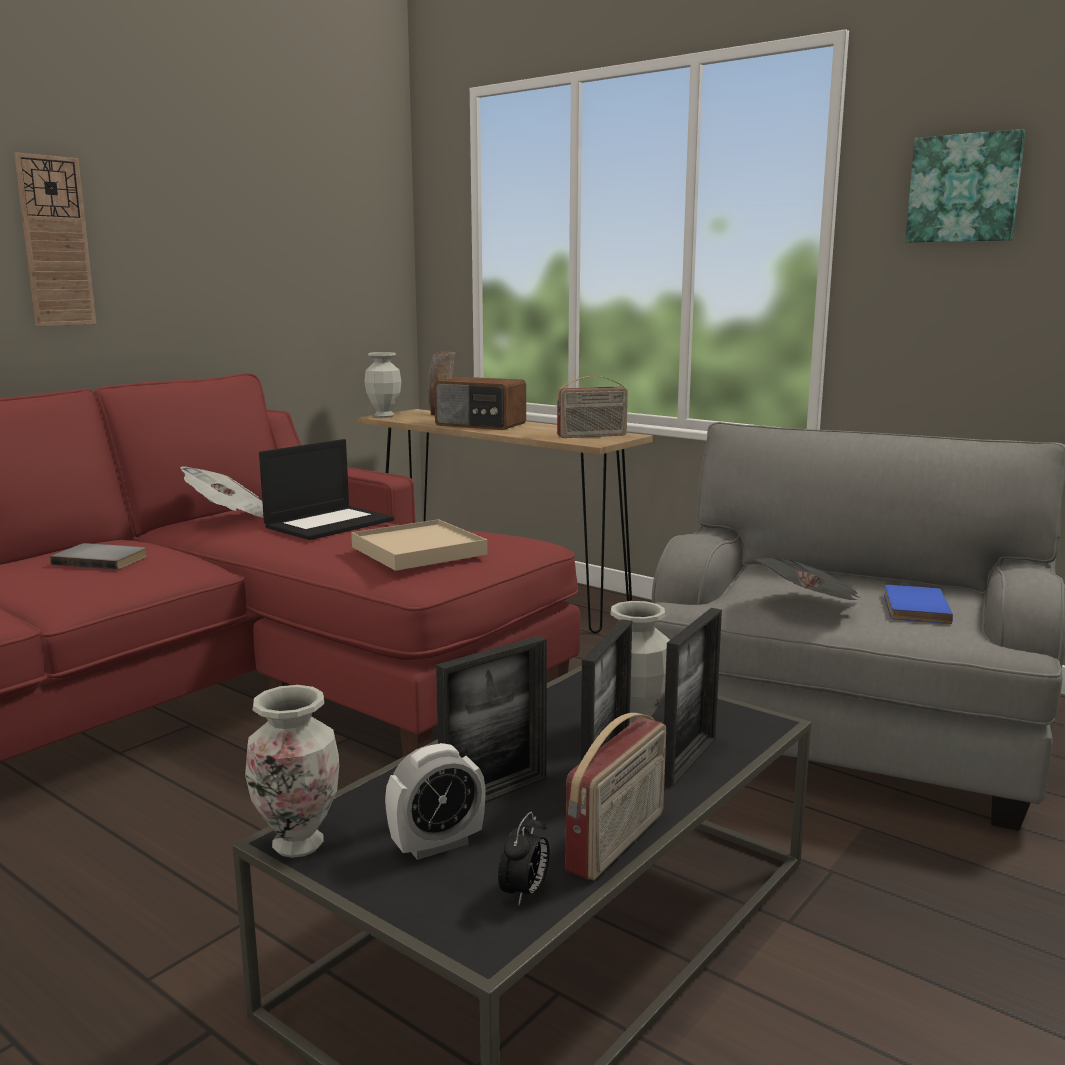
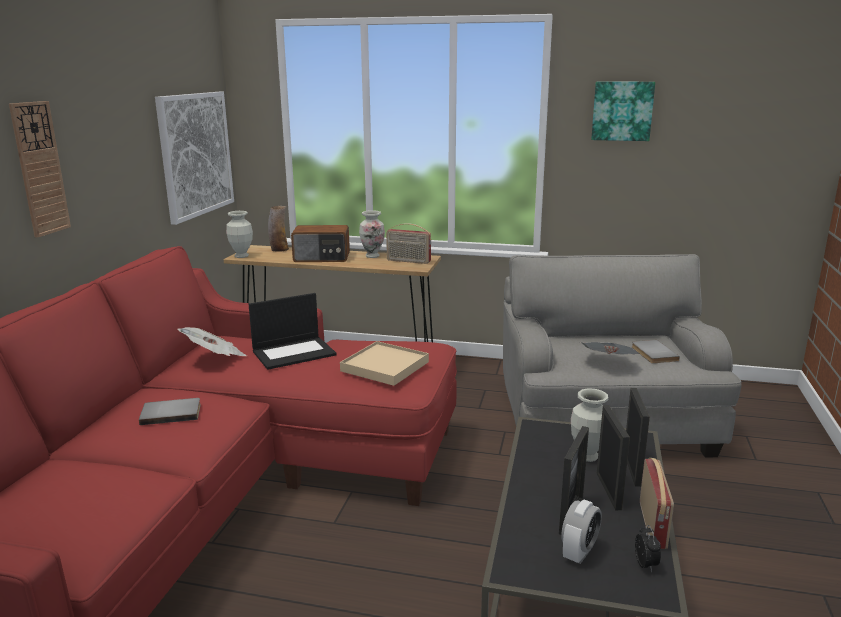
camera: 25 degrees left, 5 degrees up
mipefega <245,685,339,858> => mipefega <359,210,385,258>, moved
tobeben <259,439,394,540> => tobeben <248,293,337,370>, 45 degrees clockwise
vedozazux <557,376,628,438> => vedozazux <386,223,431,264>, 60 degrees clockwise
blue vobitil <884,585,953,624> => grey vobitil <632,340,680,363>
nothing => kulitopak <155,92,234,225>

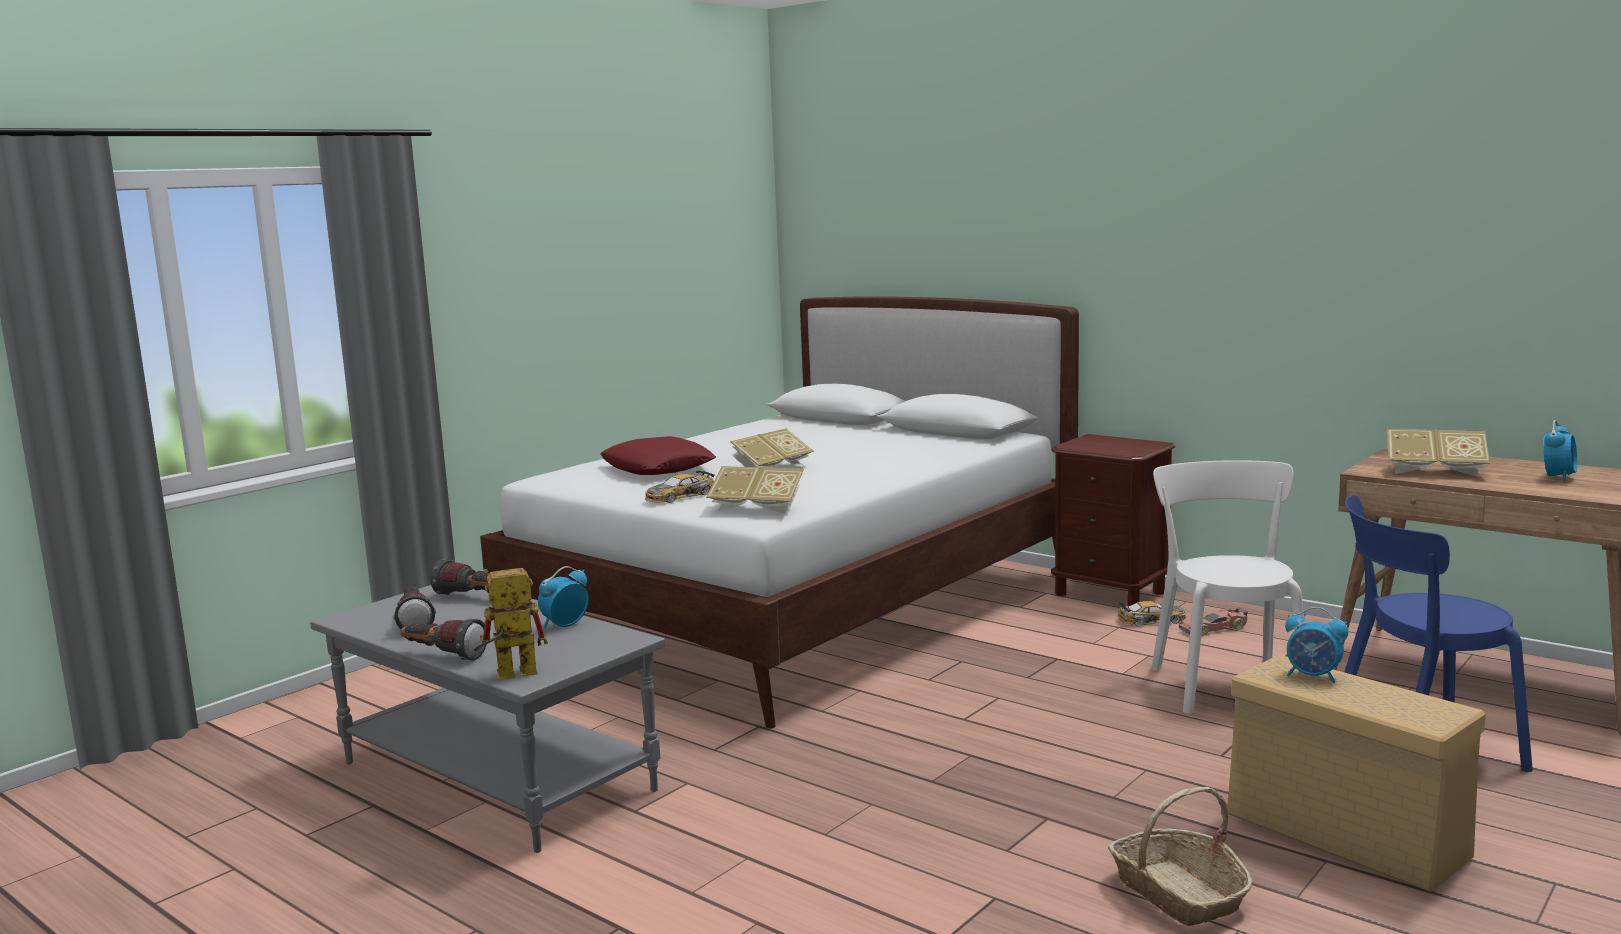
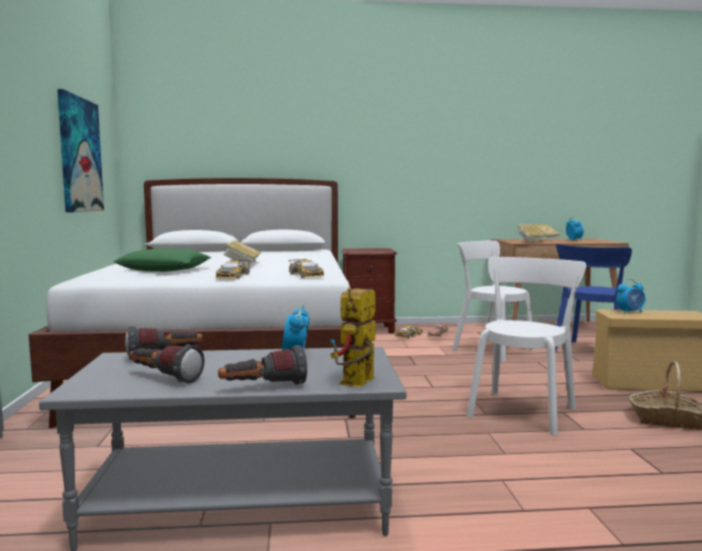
camera: 45 degrees left, 5 degrees down
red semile <600,436,716,475> => green semile <113,248,211,272>
vobitil <706,466,804,514> => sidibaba <289,259,324,278>
nothing => kulitopak <57,89,104,213>
nothing => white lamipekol <467,257,586,435>

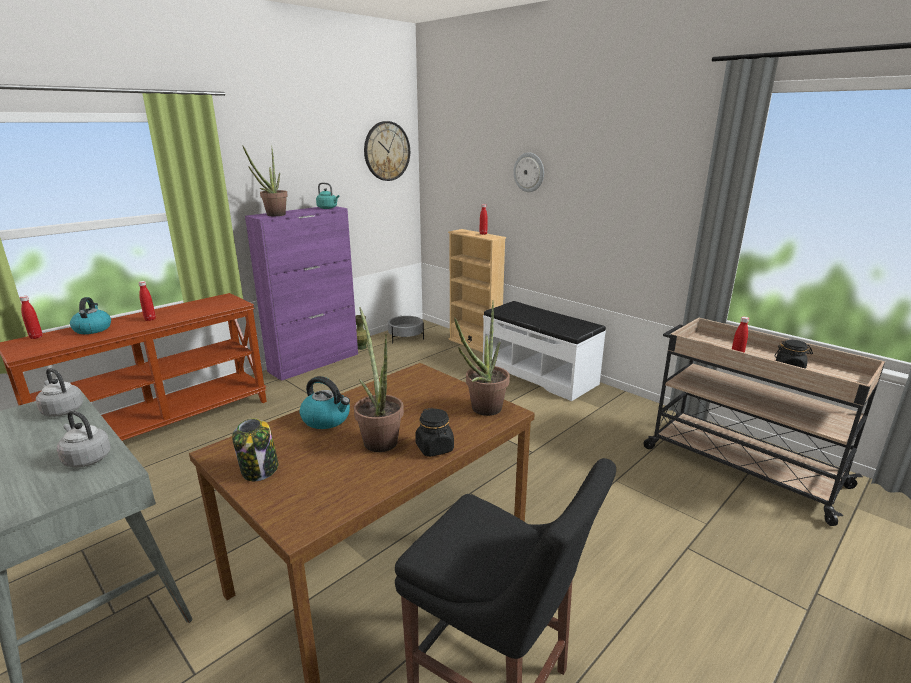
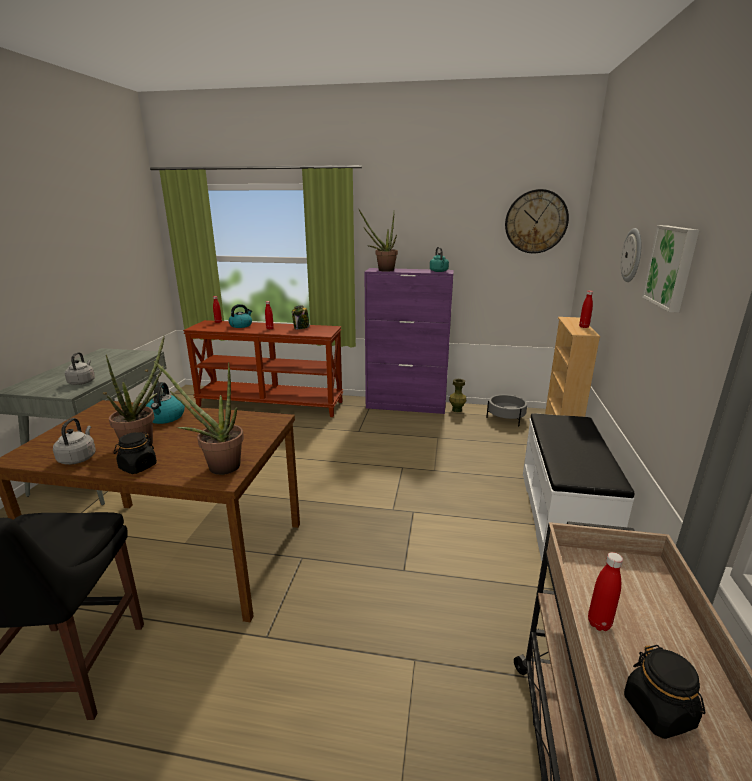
camera: 55 degrees right, 0 degrees up
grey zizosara <36,368,83,417> => grey zizosara <53,418,96,465>, moved
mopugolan <232,418,278,481> => mopugolan <292,305,310,329>, moved
nothing => kulitopak <642,225,699,313>

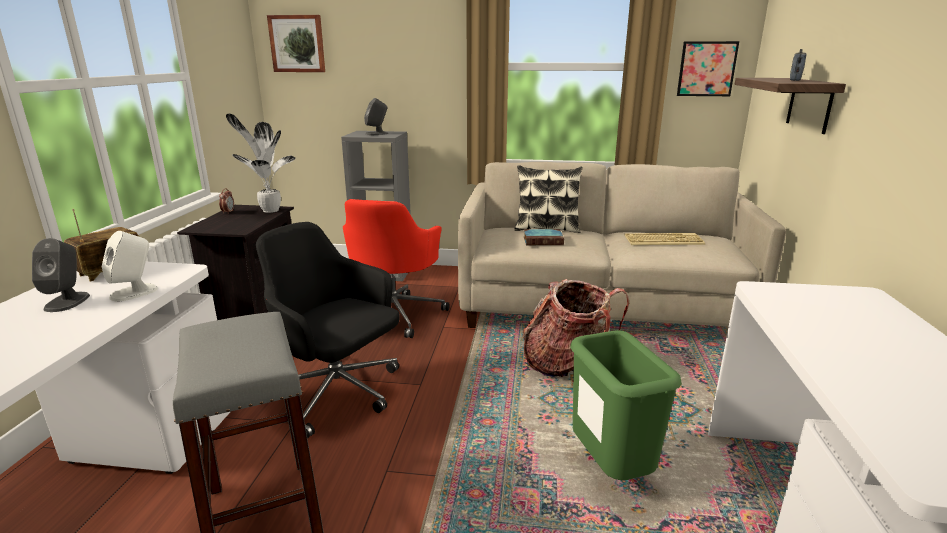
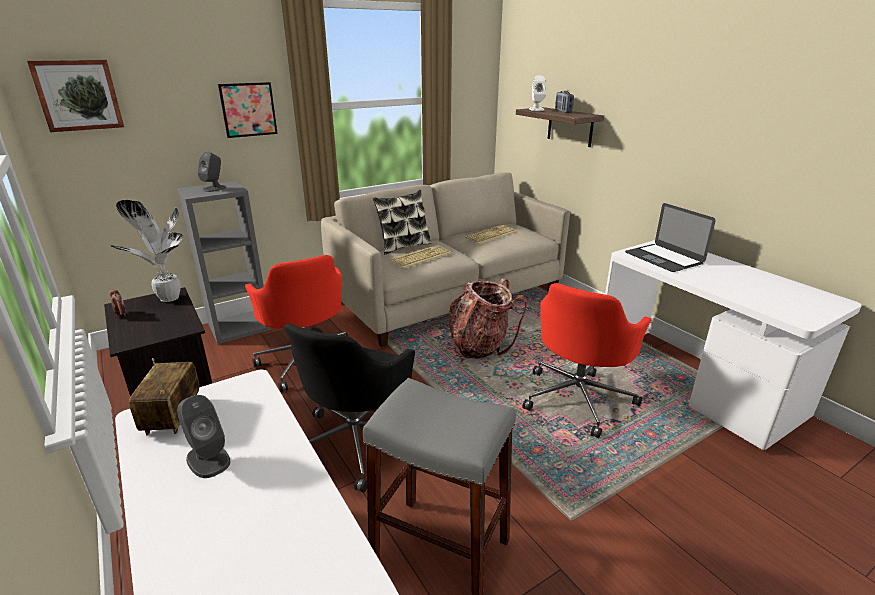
camera: 40 degrees left, 5 degrees up
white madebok <102,231,158,302> => white madebok <529,75,546,111>, moved
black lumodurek <256,222,400,439> => black lumodurek <284,323,415,492>, 60 degrees counterclockwise
vobitil <524,229,564,245> => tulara <391,245,451,268>
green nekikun <570,330,682,480> => red lumodurek <522,283,652,438>
kulitopak <677,41,739,96> => kulitopak <218,82,278,138>, moved
nothing => tobeben <625,203,716,272>

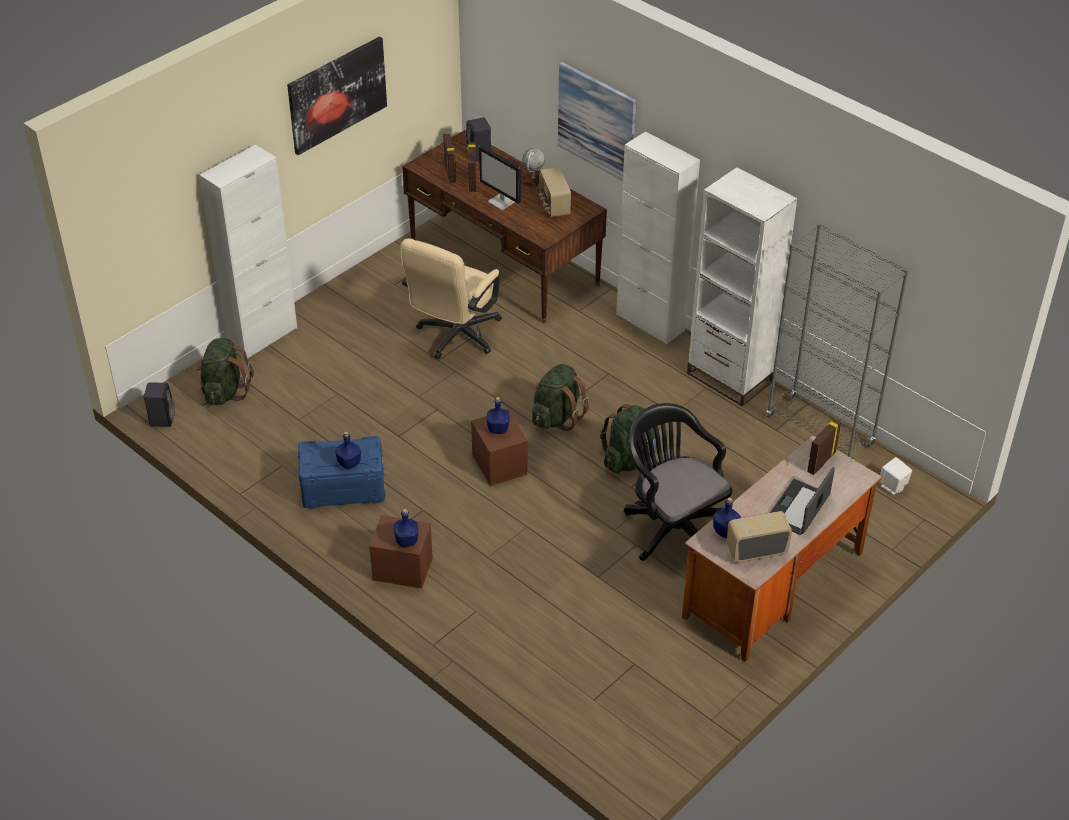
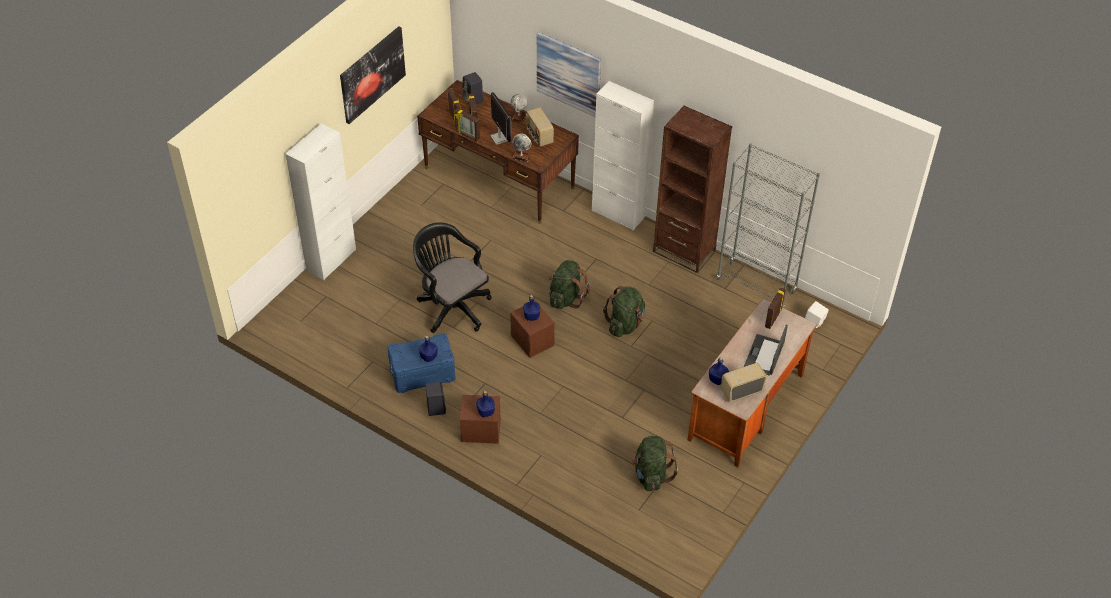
camera: 10 degrees left, 5 degrees up
black madebok <144,383,175,427> => black madebok <425,382,446,416>, moved
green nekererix <196,338,254,405> => green nekererix <631,436,678,491>, moved
beige lumodurek <400,238,502,359> => nothing
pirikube <479,145,521,210> => pirikube <491,92,511,145>, 150 degrees counterclockwise
black lumodurek <624,403,732,561> => black lumodurek <413,222,492,333>, moved
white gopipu <687,167,798,406> => brown gopipu <653,106,732,273>
nothing => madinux <454,108,480,142>
nothing => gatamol <512,134,531,162>

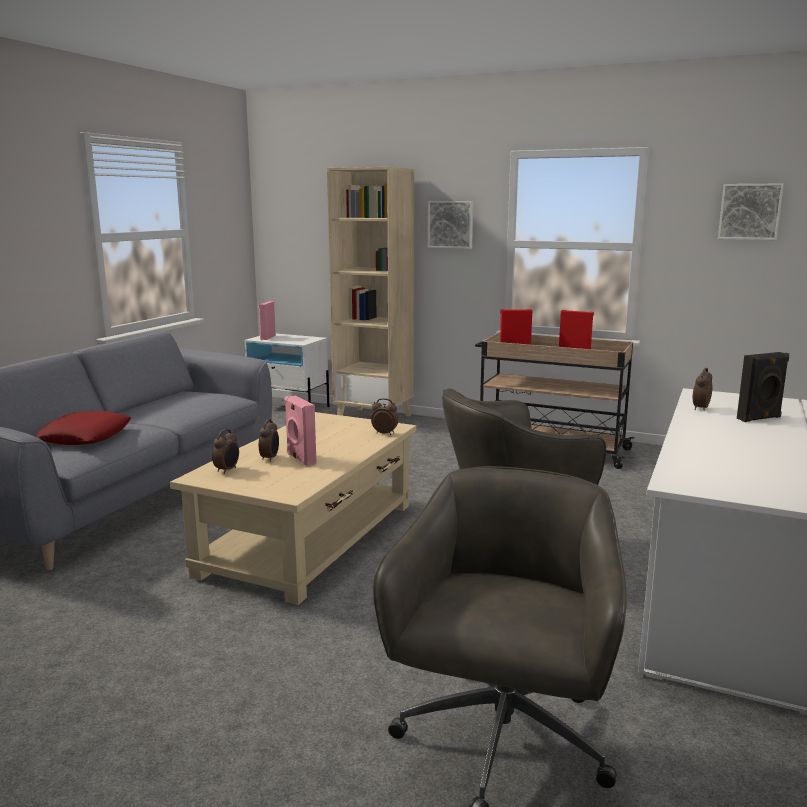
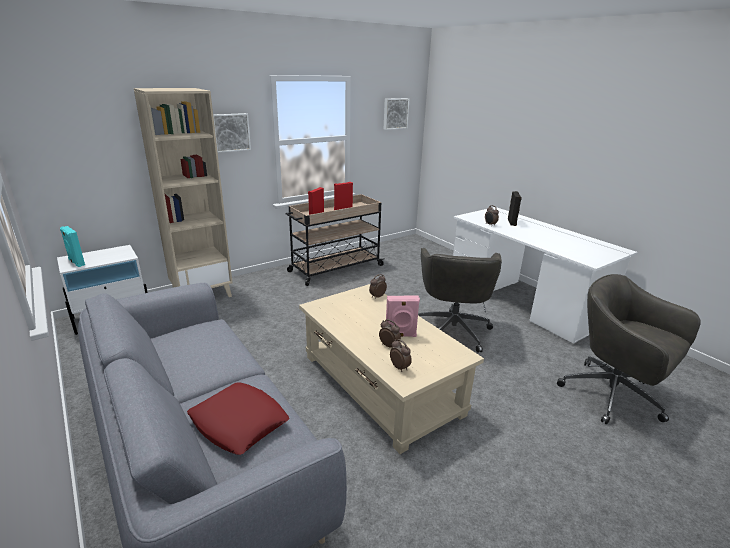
camera: 60 degrees left, 10 degrees up
pink madebok <258,301,276,340> => turquoise madebok <60,226,85,267>

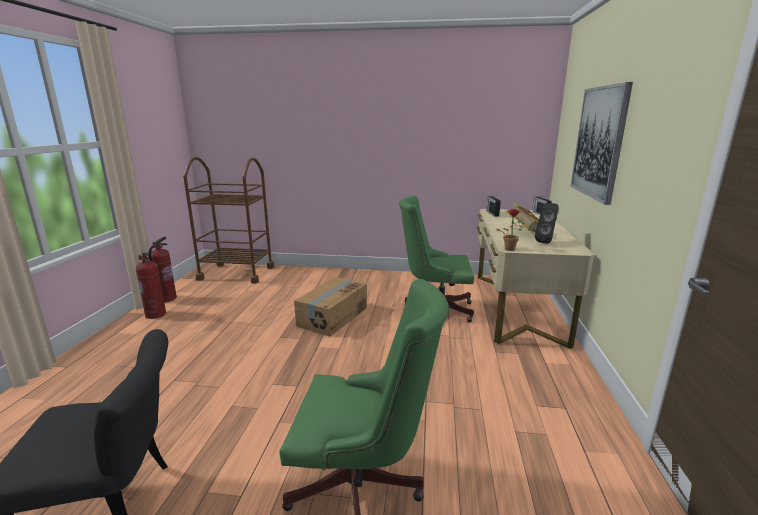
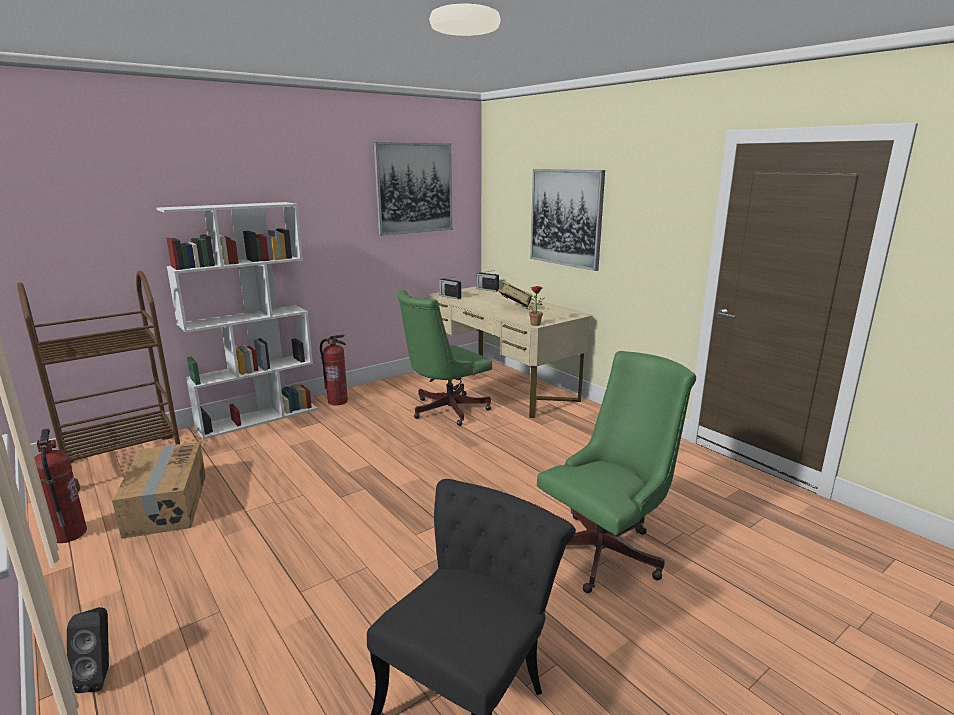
camera: 45 degrees left, 0 degrees up
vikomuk <136,252,166,319> => vikomuk <320,335,348,405>, moved
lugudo <294,277,367,337> => lugudo <112,442,206,539>, moved
black madebok <535,203,559,244> => black madebok <67,607,109,693>, moved
nothing => white gopipu <156,202,318,440>
nothing => kulitopak <374,142,452,236>

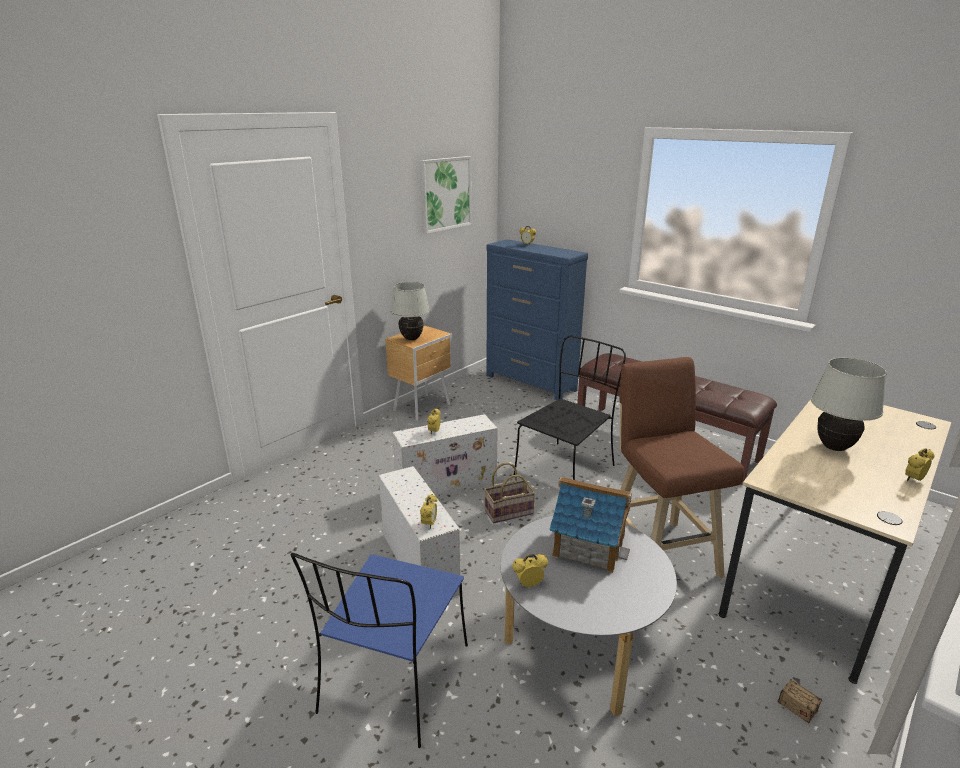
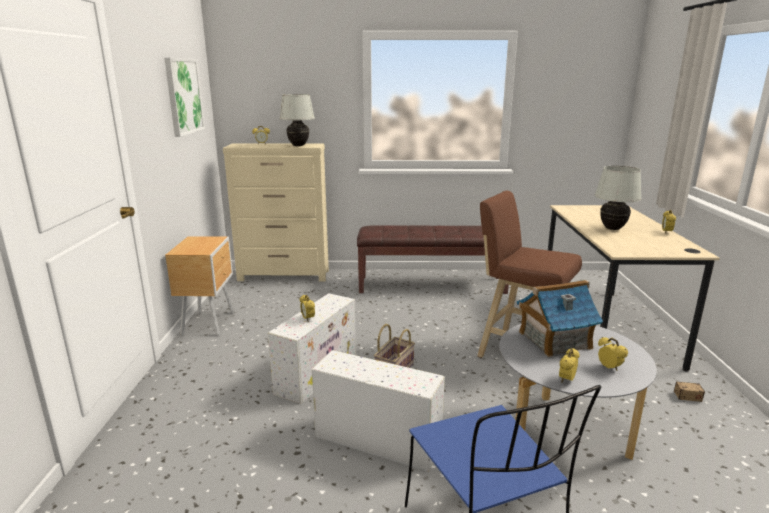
camera: 40 degrees left, 5 degrees down
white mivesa <391,282,430,340> => white mivesa <280,94,315,146>, moved
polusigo <420,494,437,529> => polusigo <598,337,628,371>, moved
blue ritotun <486,239,588,400> => beige ritotun <223,143,329,282>
black lamipekol <514,335,626,480> => nothing

